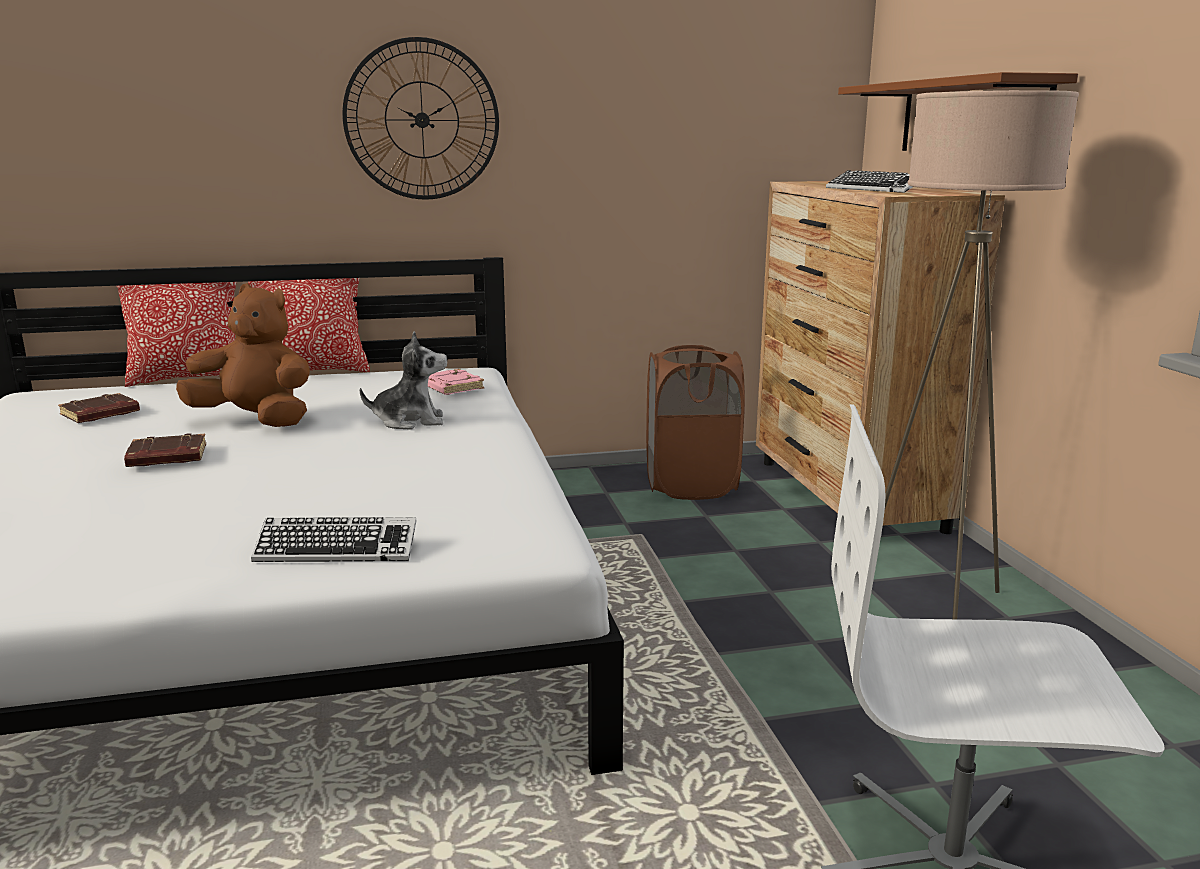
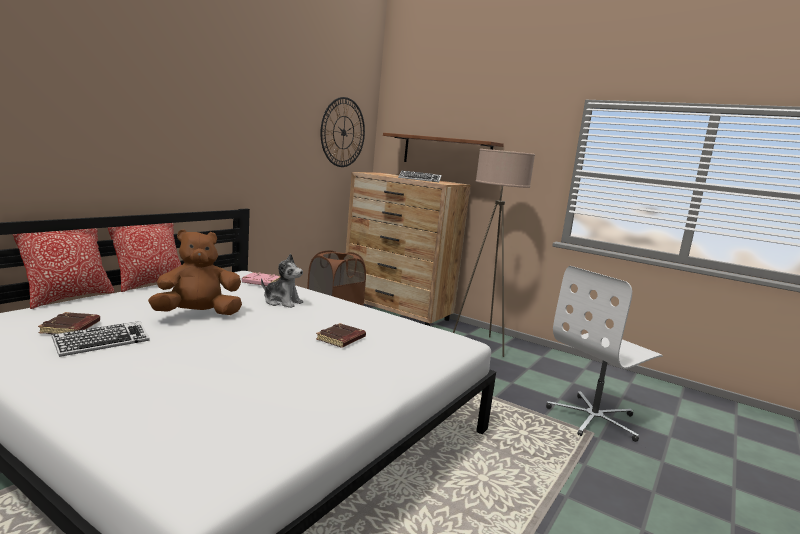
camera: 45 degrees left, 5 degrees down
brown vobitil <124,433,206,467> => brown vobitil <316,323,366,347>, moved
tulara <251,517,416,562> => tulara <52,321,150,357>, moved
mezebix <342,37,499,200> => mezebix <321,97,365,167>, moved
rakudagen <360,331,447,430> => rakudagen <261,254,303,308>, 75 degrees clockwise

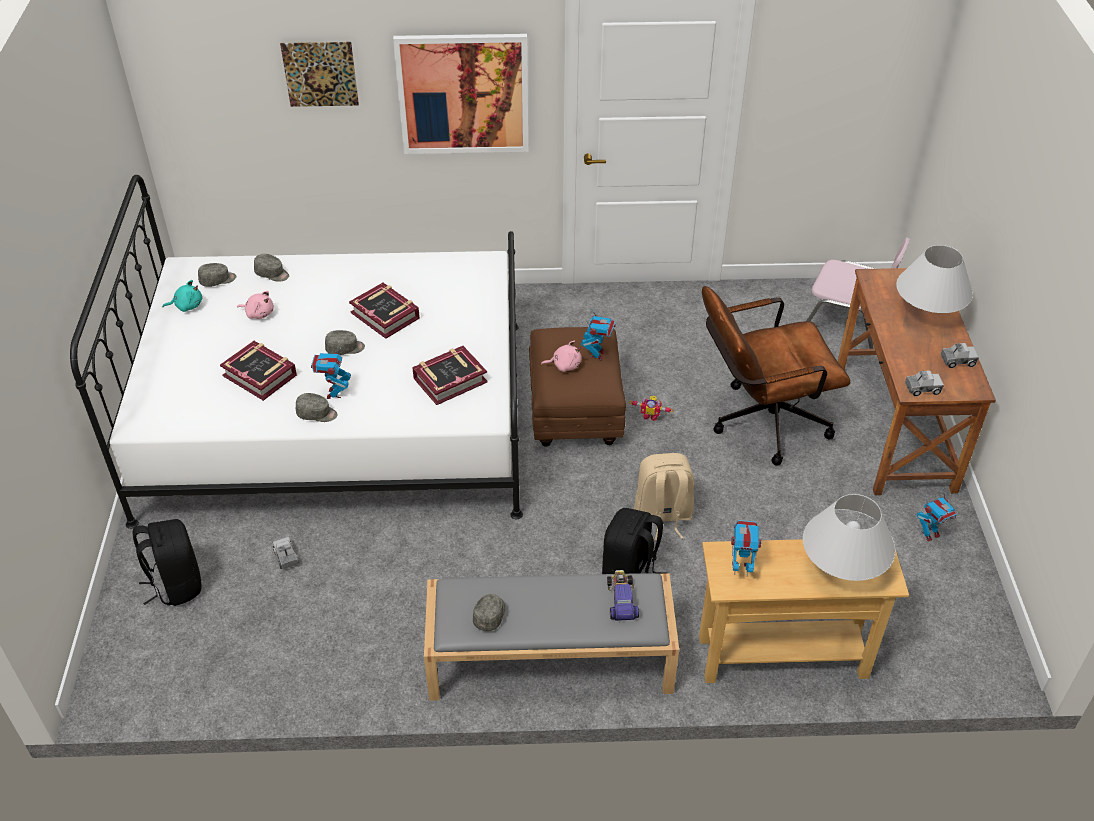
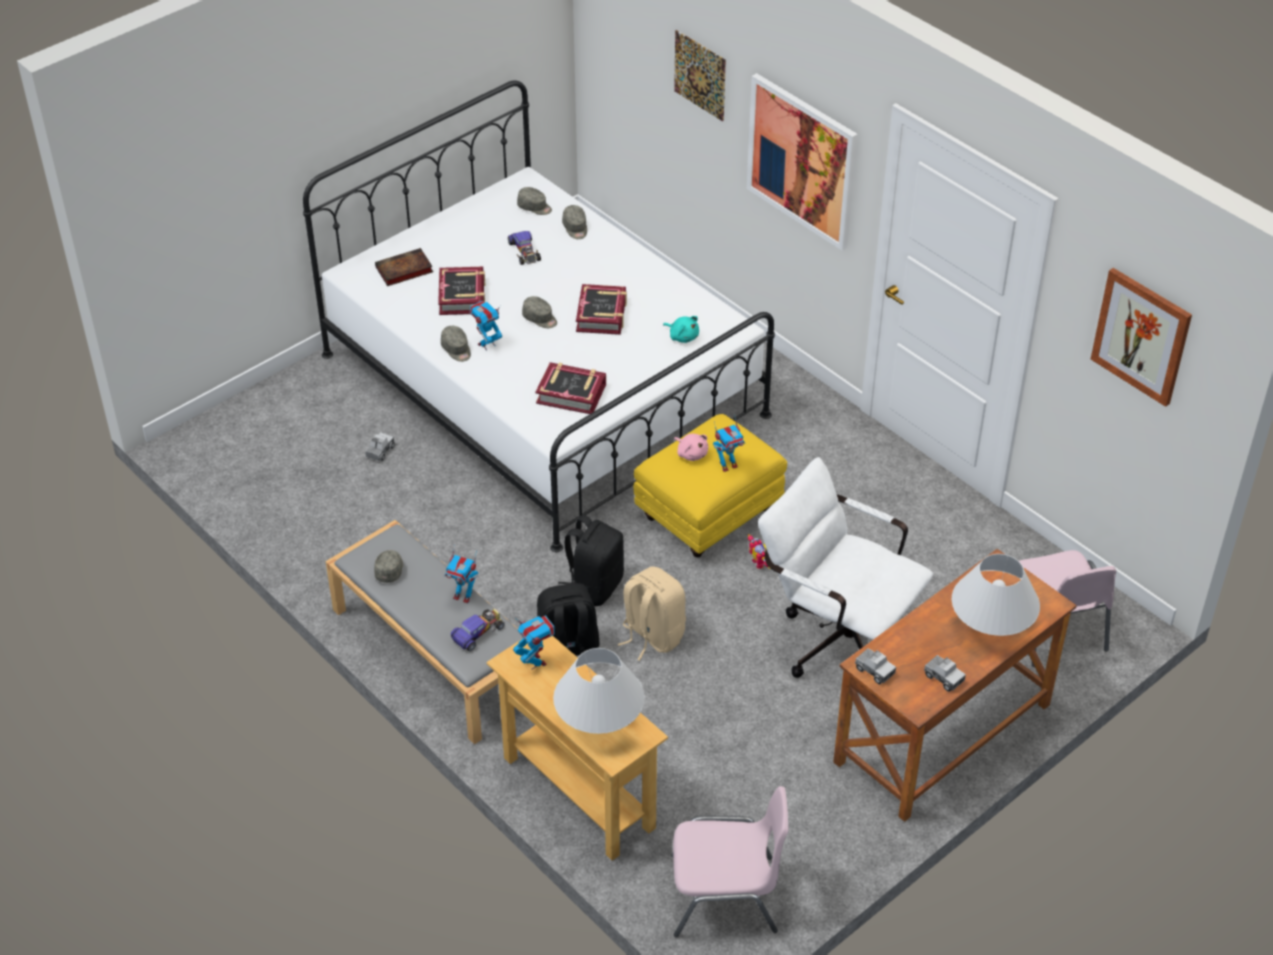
camera: 50 degrees right, 0 degrees up
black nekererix <132,519,201,606> => black nekererix <558,515,624,606>, moved
turquoise rakudagen <162,280,202,312> => turquoise rakudagen <663,316,699,343>, moved
pink rakudagen <237,291,274,319> => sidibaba <508,231,541,265>
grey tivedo <473,594,505,631> => grey tivedo <374,550,403,583>, 60 degrees counterclockwise
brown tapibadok <529,327,626,447> => yellow tapibadok <633,414,787,557>
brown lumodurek <702,286,850,466> => white lumodurek <758,457,933,678>
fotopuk <917,487,957,542> => fotopuk <445,544,478,603>, moved
nothing => vobitil <375,248,433,286>
nothing => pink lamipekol <671,786,788,937>
nothing => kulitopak <1091,268,1192,407>

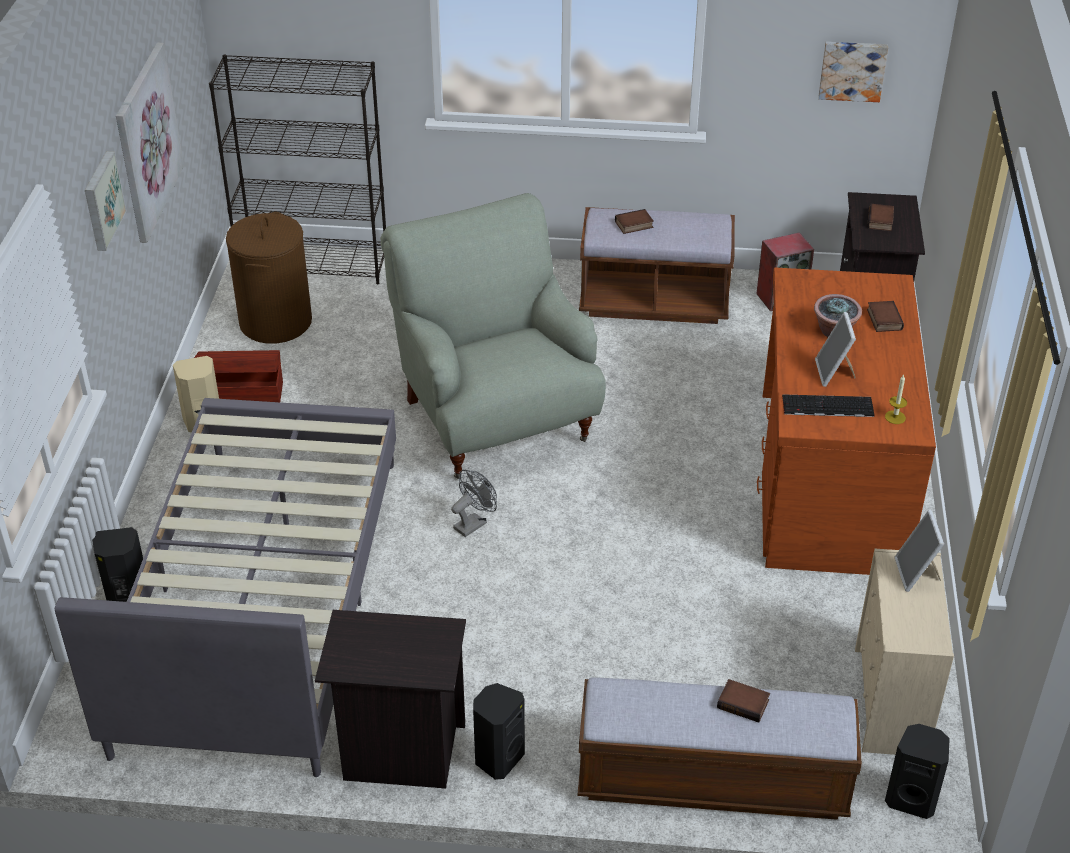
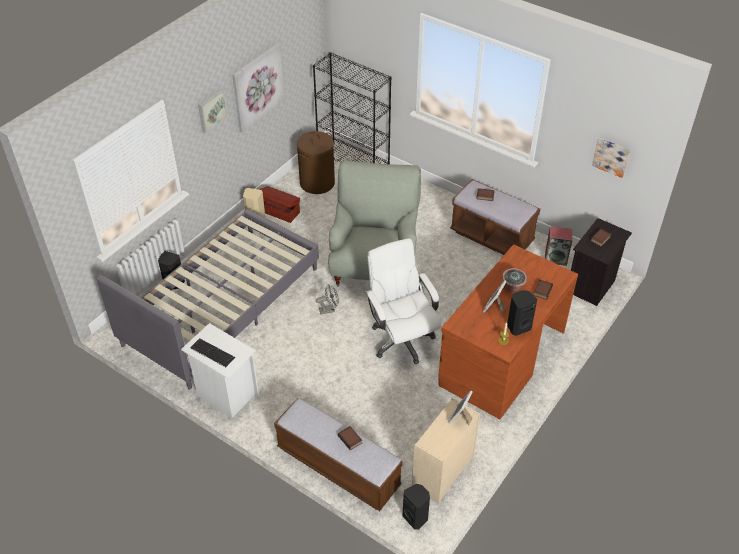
camera: 30 degrees right, 5 degrees up
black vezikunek <315,610,466,789> => white vezikunek <181,323,259,418>
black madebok <473,683,525,780> => black madebok <507,290,537,336>, moved
tulara <782,394,874,417> => tulara <190,338,235,367>, moved
nothing => white lumodurek <365,238,441,364>

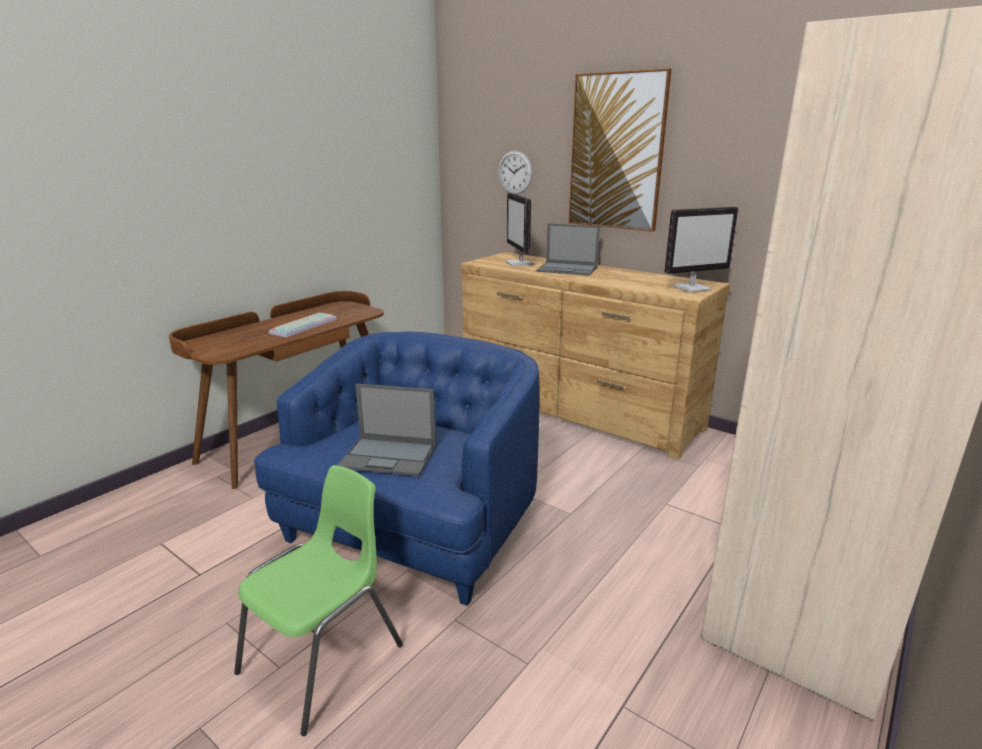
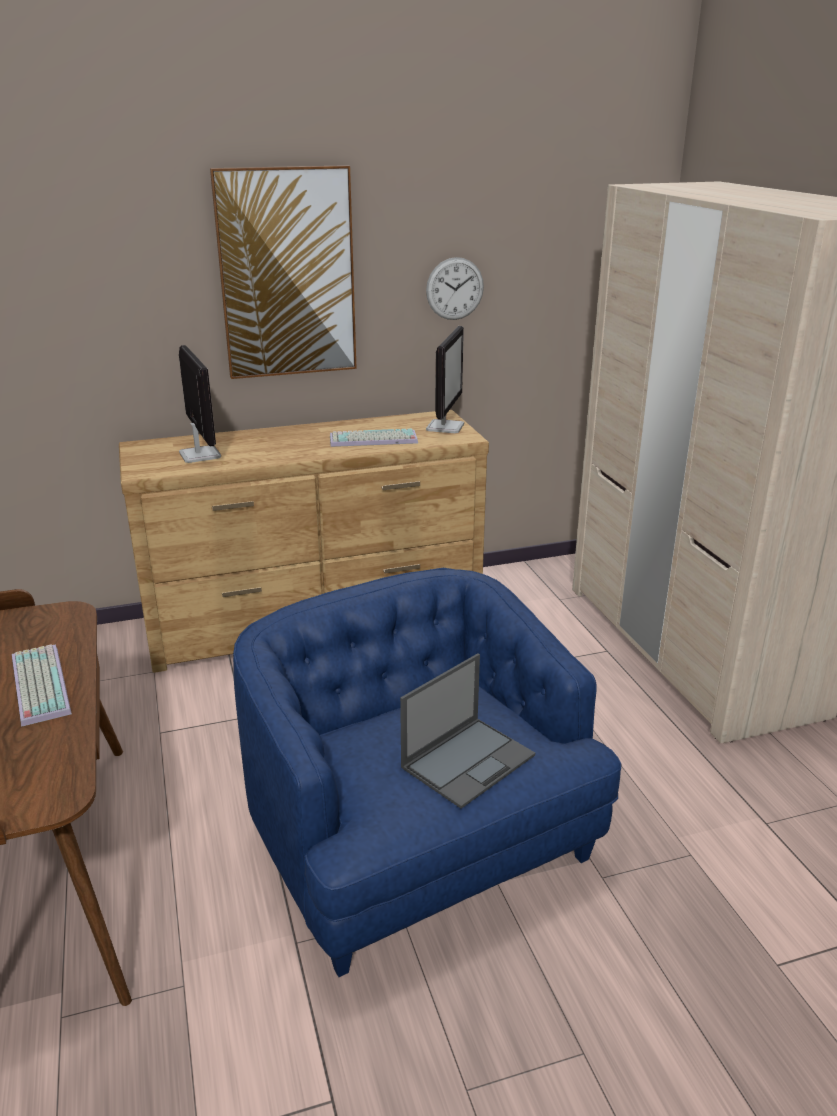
camera: 55 degrees left, 5 degrees up
green lamipekol <234,465,403,736> => nothing
mezebix <498,150,533,195> => mezebix <426,257,484,320>, moved
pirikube <506,193,534,266> => pirikube <179,345,221,463>, 135 degrees counterclockwise
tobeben <536,223,600,276> => nothing
nothing => tulara <330,429,418,447>

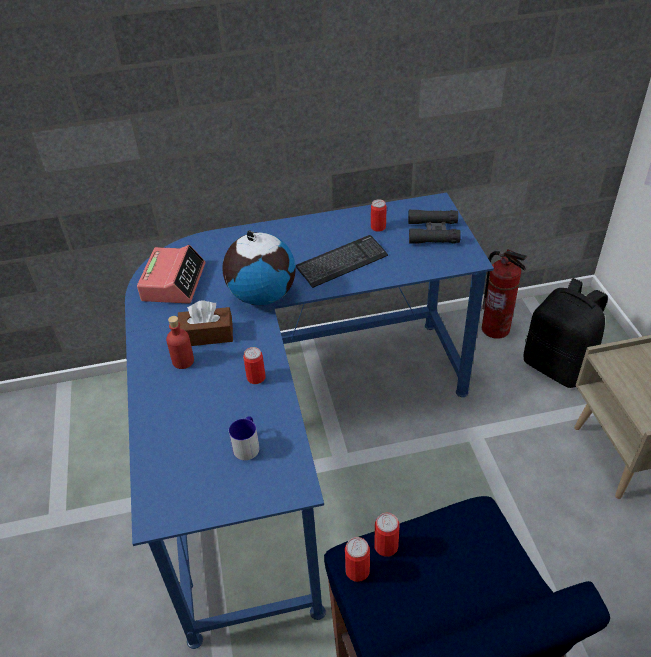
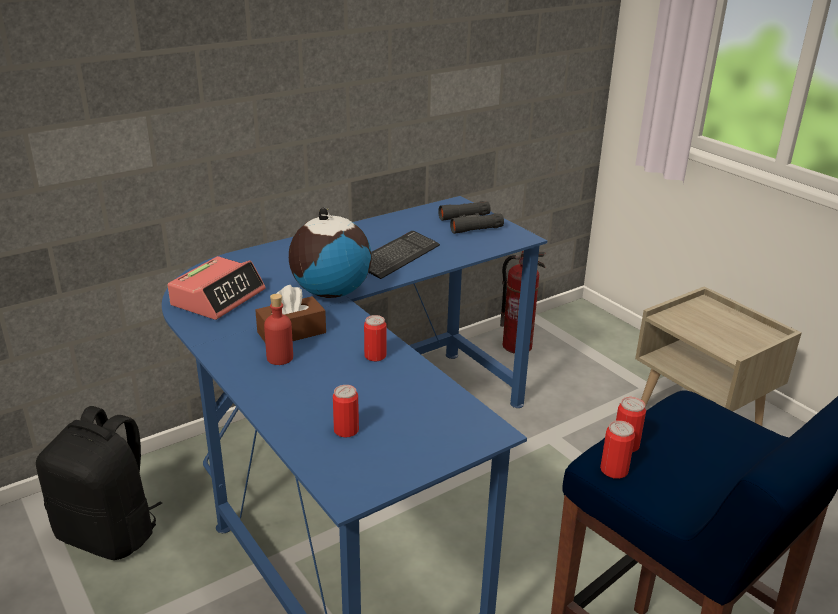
camera: 25 degrees left, 15 degrees down
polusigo <137,245,206,303> => polusigo <168,256,265,320>, 45 degrees clockwise
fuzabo <229,416,259,460> => nothing
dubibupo <371,199,387,232> => dubibupo <333,385,359,437>, moved
black nekererix <524,278,608,388> => black nekererix <36,406,162,560>, moved

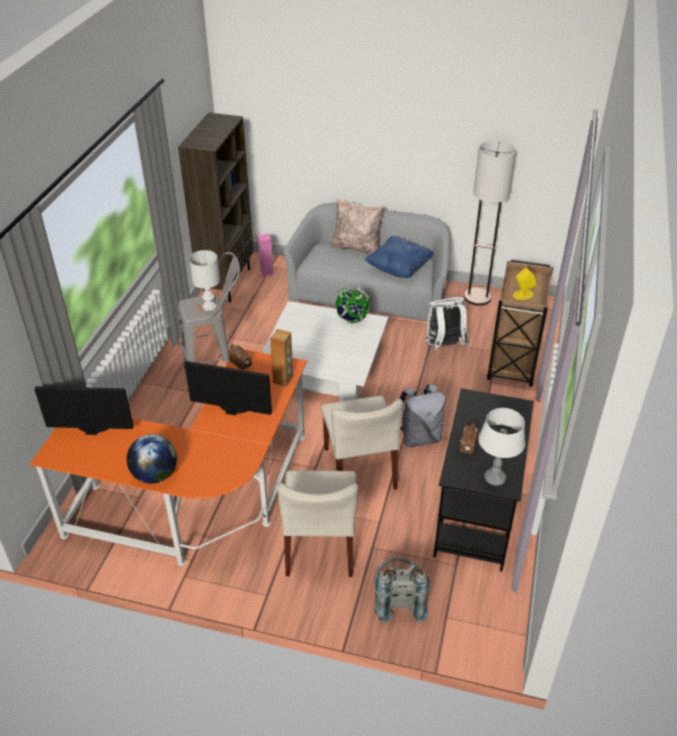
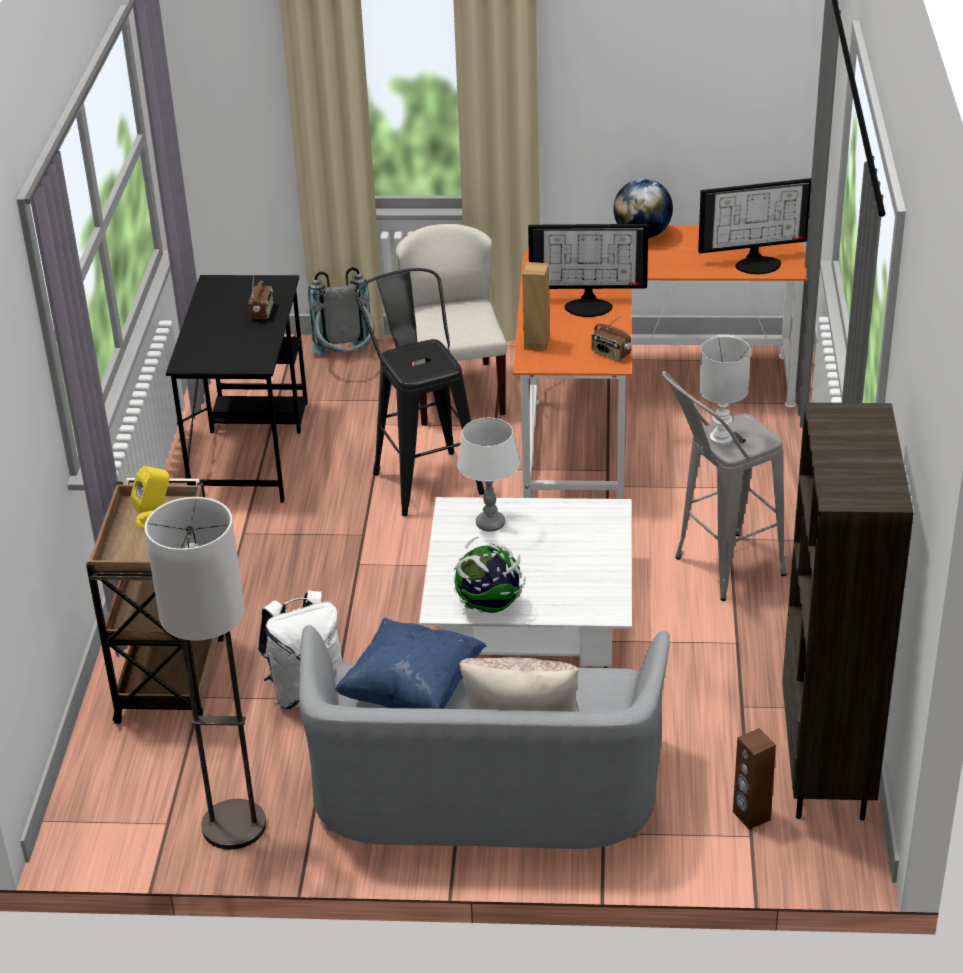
camera: 170 degrees right, 5 degrees down
pink madebok <258,234,273,277> => brown madebok <733,728,776,830>
beige lamipekol <321,396,403,490> => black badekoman <355,268,485,516>
grey nekererix <400,384,445,447> => nothing
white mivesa <478,408,525,486> => white mivesa <457,418,520,532>, moved

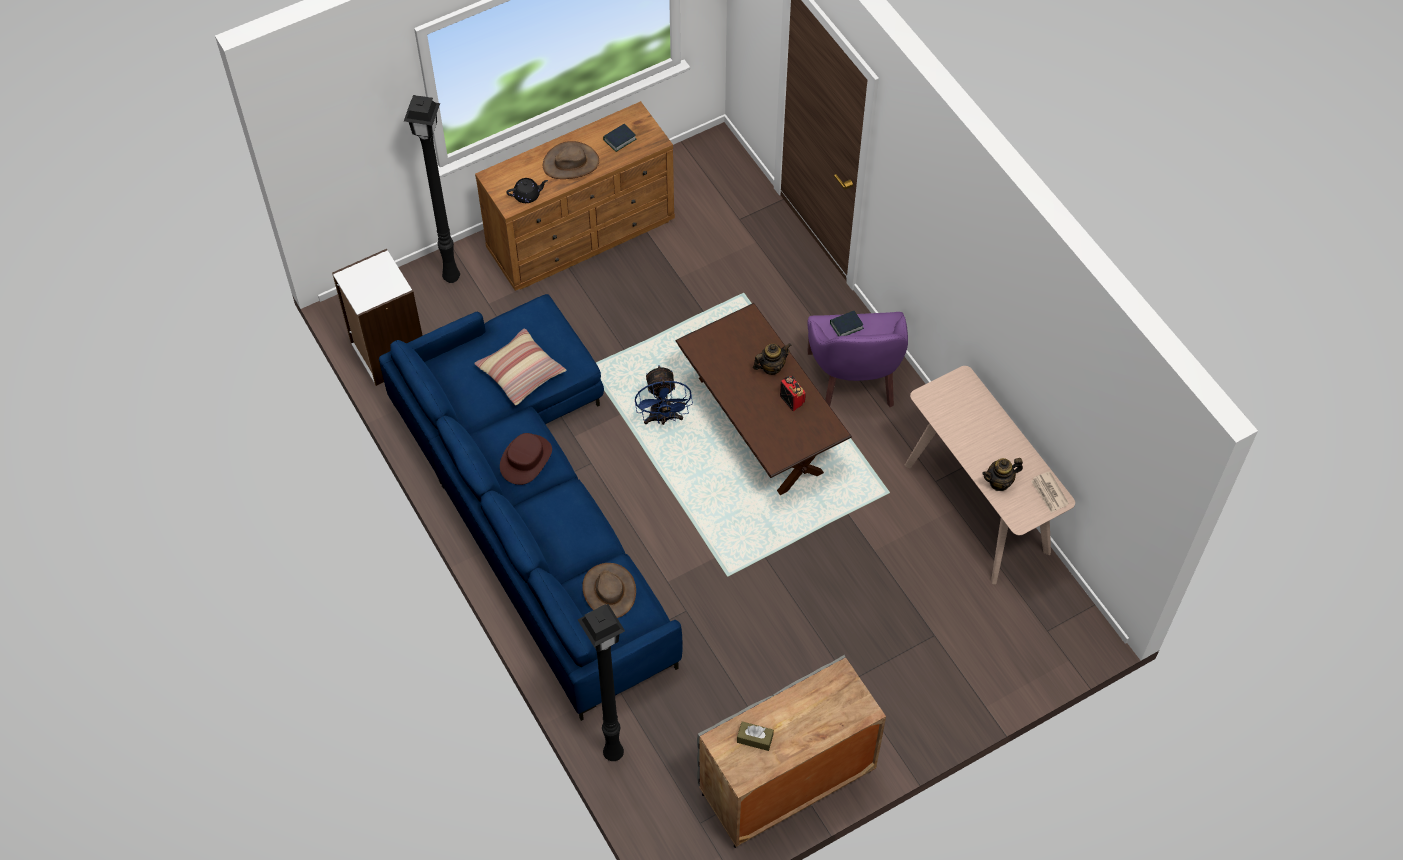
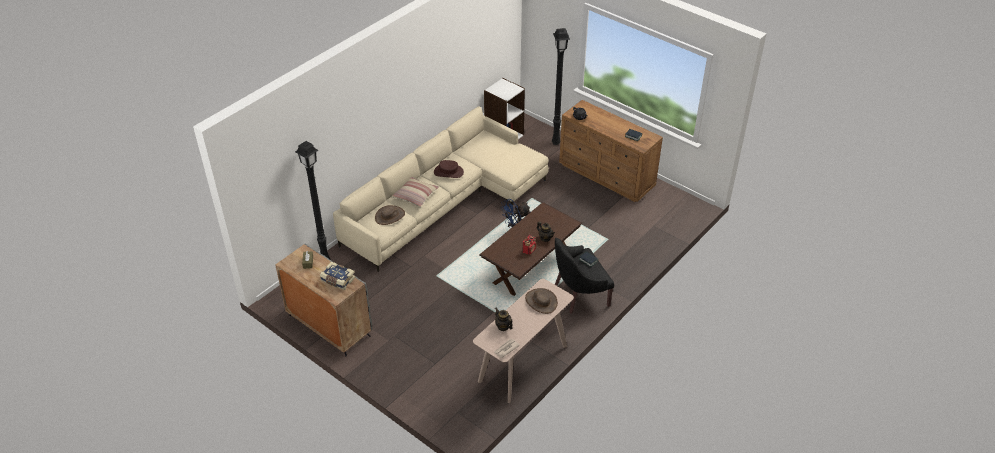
camera: 70 degrees right, 15 degrees down
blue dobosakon <379,294,683,721> => beige dobosakon <333,106,549,272>
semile <474,329,566,405> => semile <392,177,439,207>, moved
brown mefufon <543,141,599,179> => brown mefufon <525,288,558,314>, moved
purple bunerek <807,312,908,407> => black bunerek <555,238,614,314>
nothing => vobitil <320,262,356,290>

